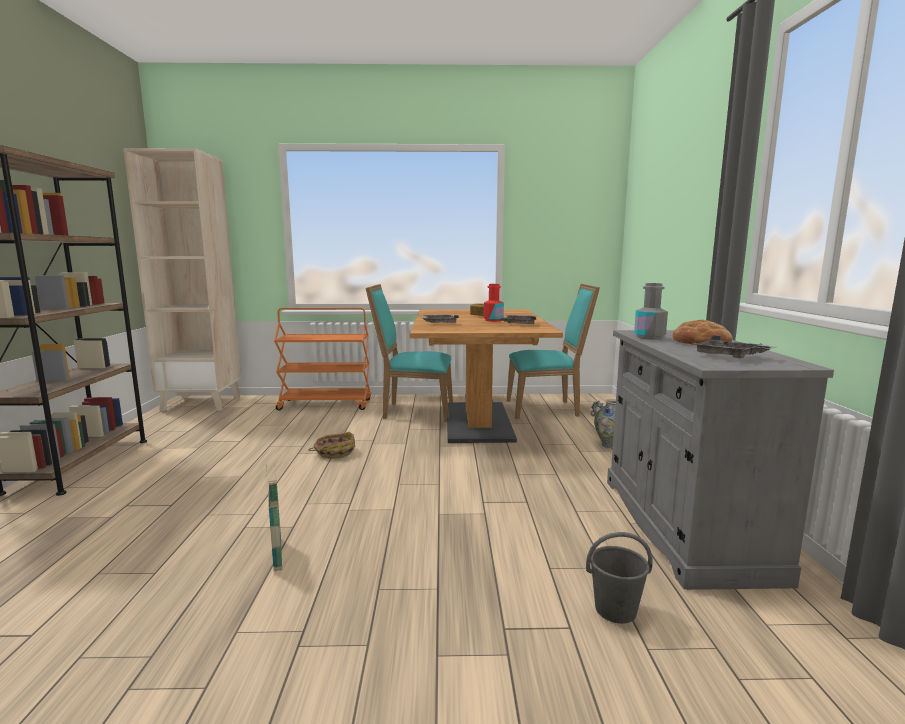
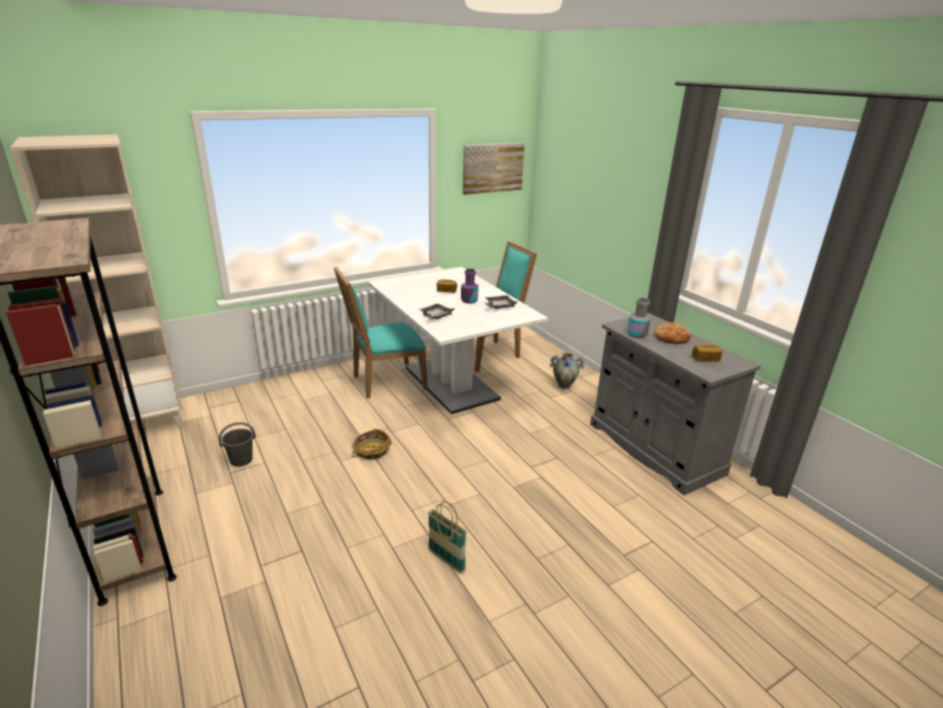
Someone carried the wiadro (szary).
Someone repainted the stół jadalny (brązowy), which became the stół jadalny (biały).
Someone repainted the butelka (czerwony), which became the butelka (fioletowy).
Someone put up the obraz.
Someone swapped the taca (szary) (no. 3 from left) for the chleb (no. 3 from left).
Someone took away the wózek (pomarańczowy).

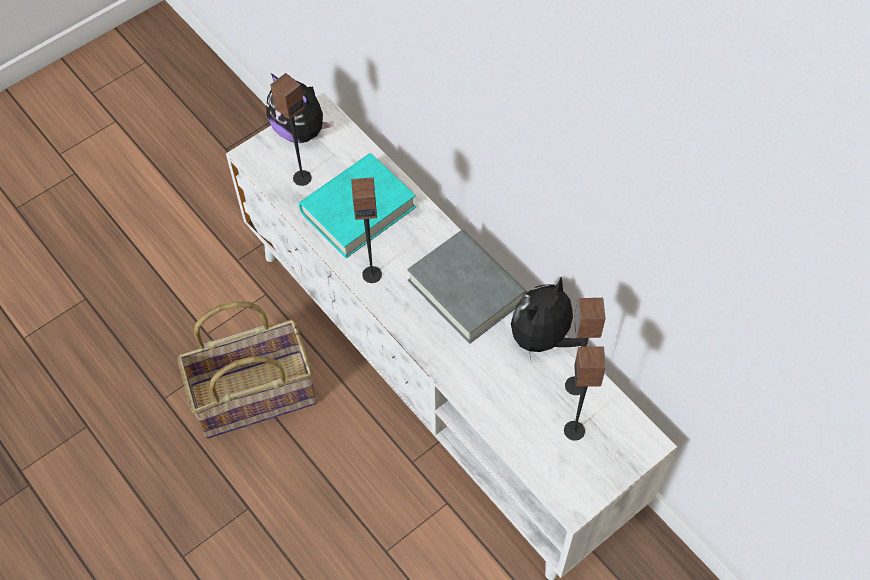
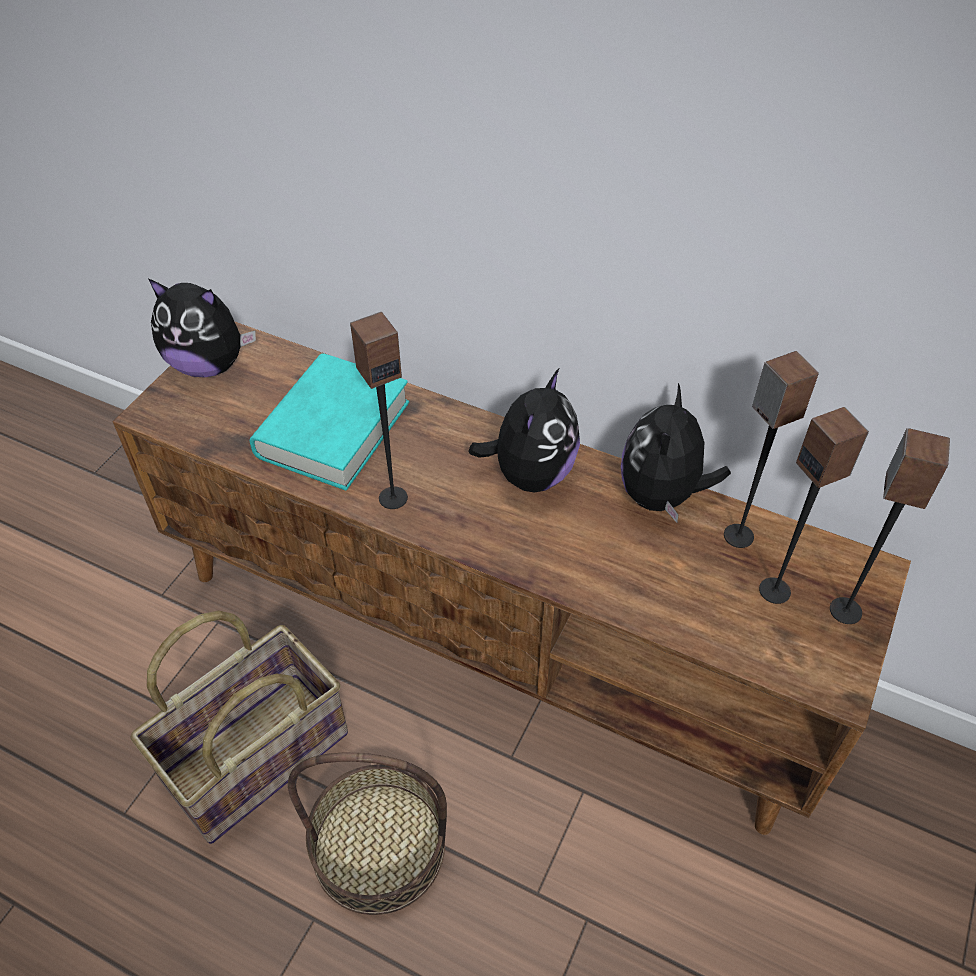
Someone repainted the szafka pod telewizor (biały), which became the szafka pod telewizor (brązowy).
Someone put down the koszyk (no. 2 from left).
Someone swapped the książka (szary) for the pluszak (no. 2 from left).
Someone carried the głośnik (no. 1 from left in the first image).

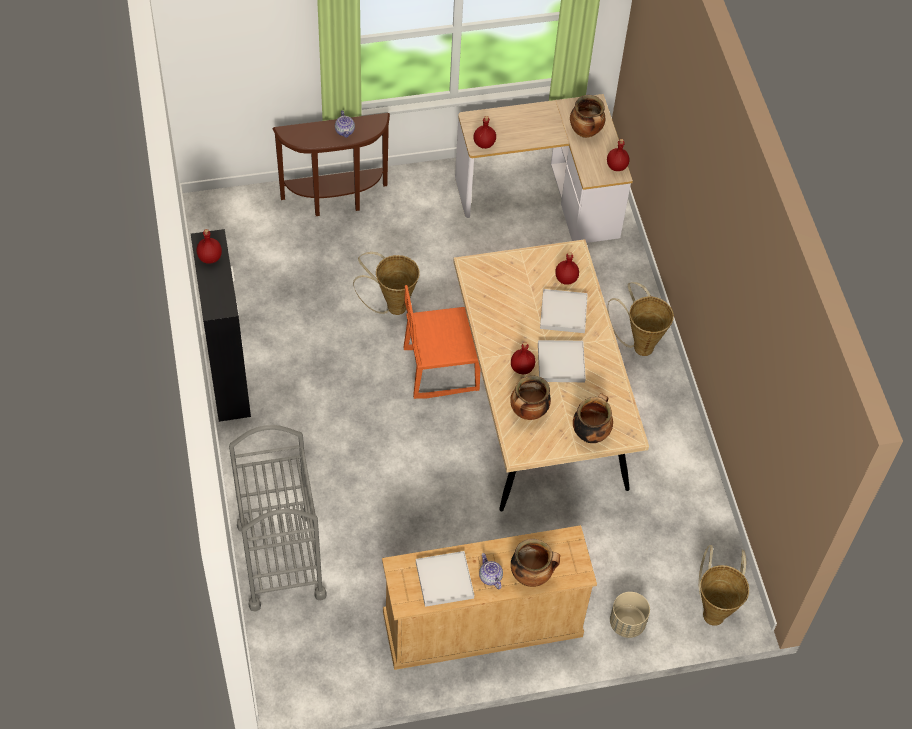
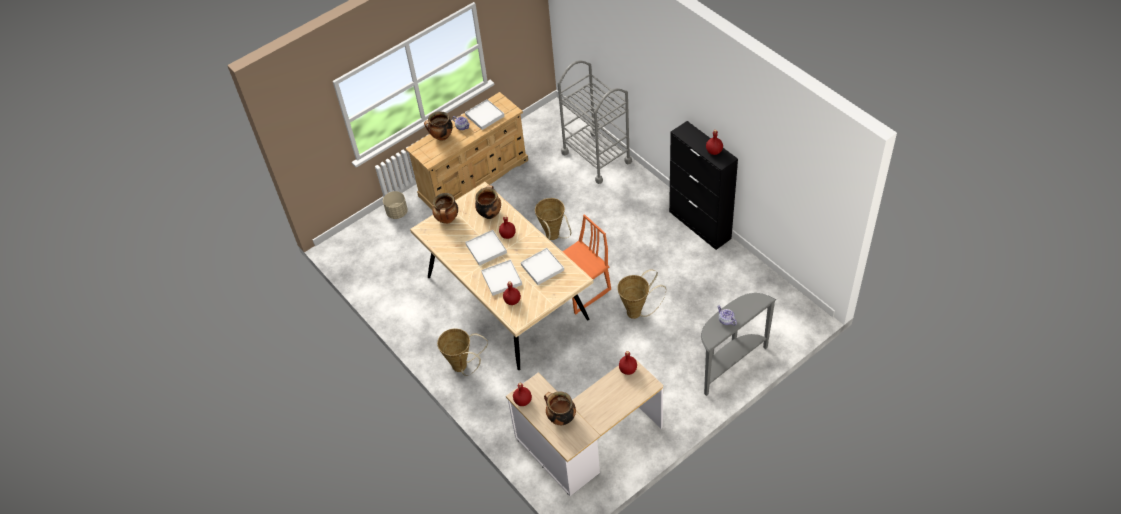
Someone put down the taca (biały) (no. 4 from left).
Someone carried the koszyk (no. 3 from left in the first image).
Someone repainted the stolik konsolowy (brązowy), which became the stolik konsolowy (szary).

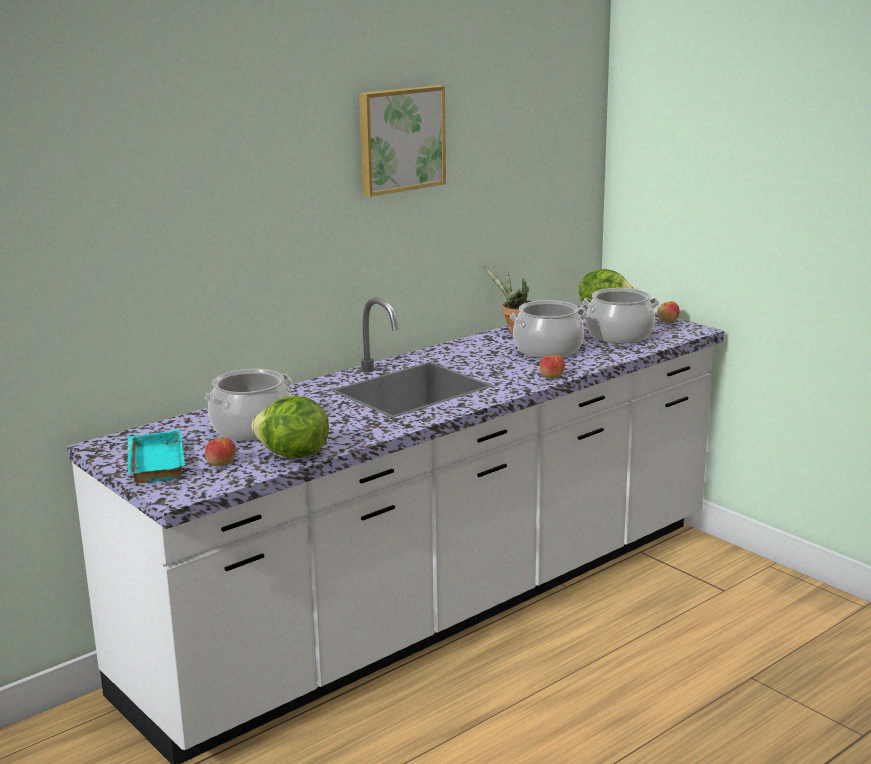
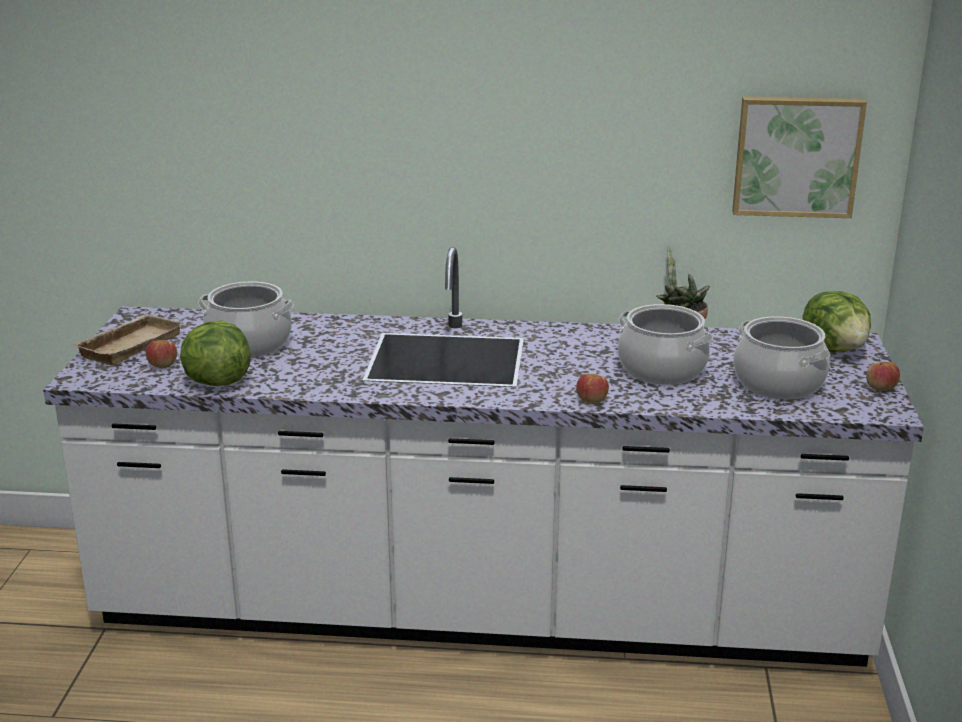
Someone repainted the taca (turkusowy), which became the taca (beżowy).
Someone carried the obraz.

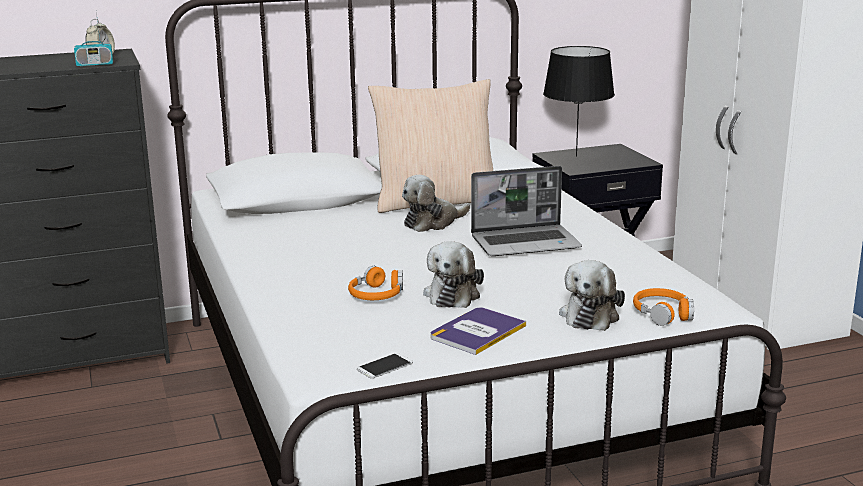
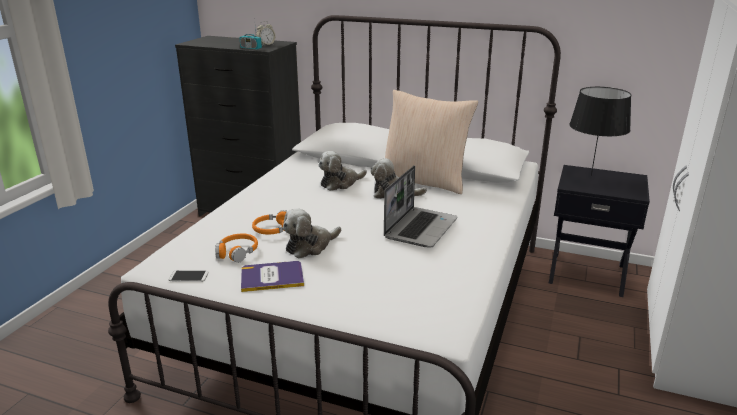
Someone carried the słuchawki (pomarańczowy) (no. 2 from left in the first image).
Someone carried the pluszak (no. 3 from left in the first image).
Someone rotated the laptop by 90 degrees counterclockwise.

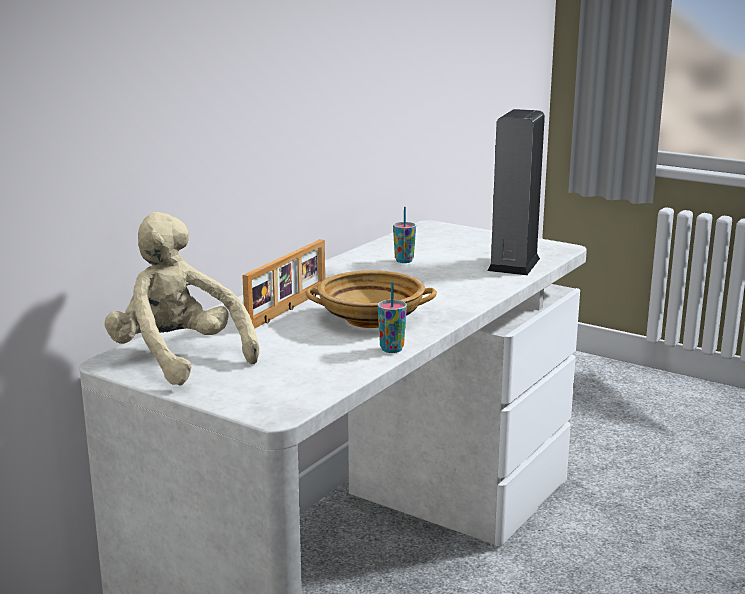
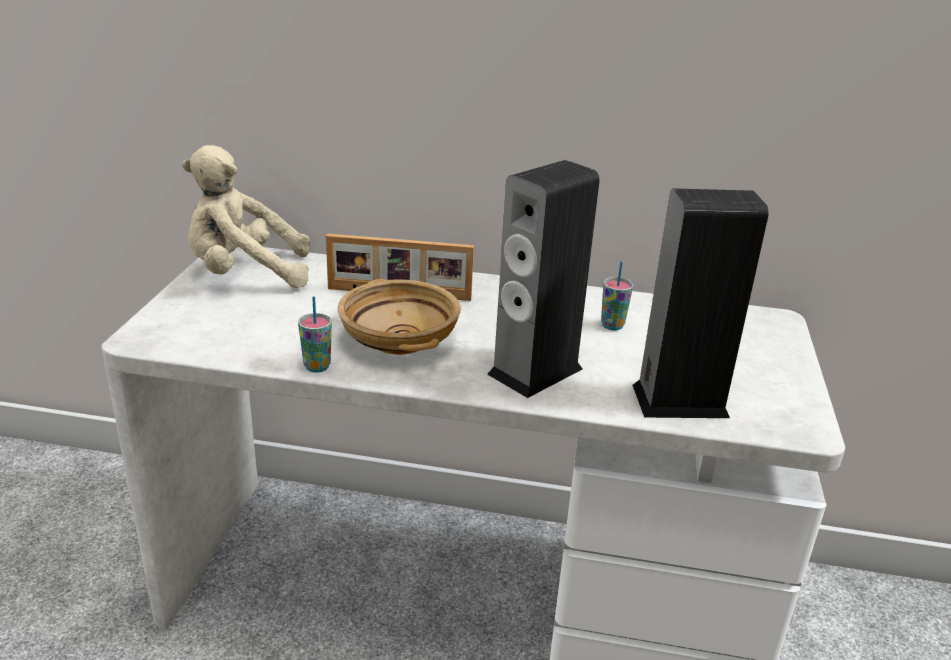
Someone rotated the pluszak (beżowy) by 120 degrees counterclockwise.
Someone put down the głośnik (no. 1 from left).

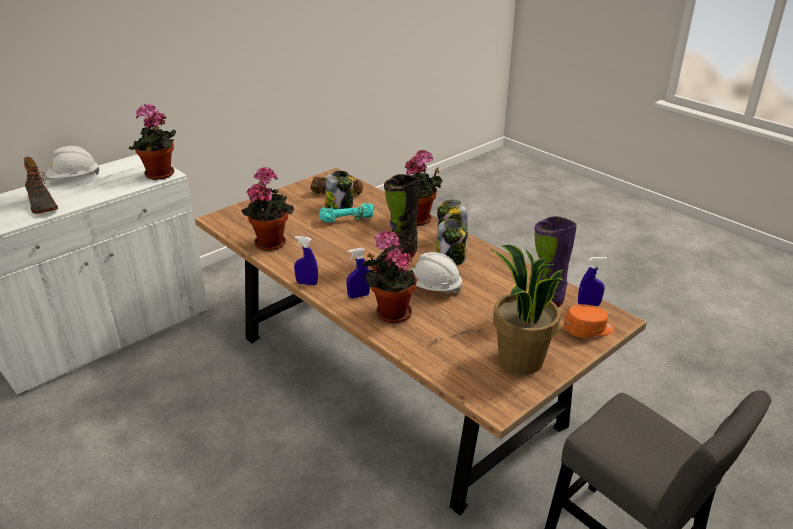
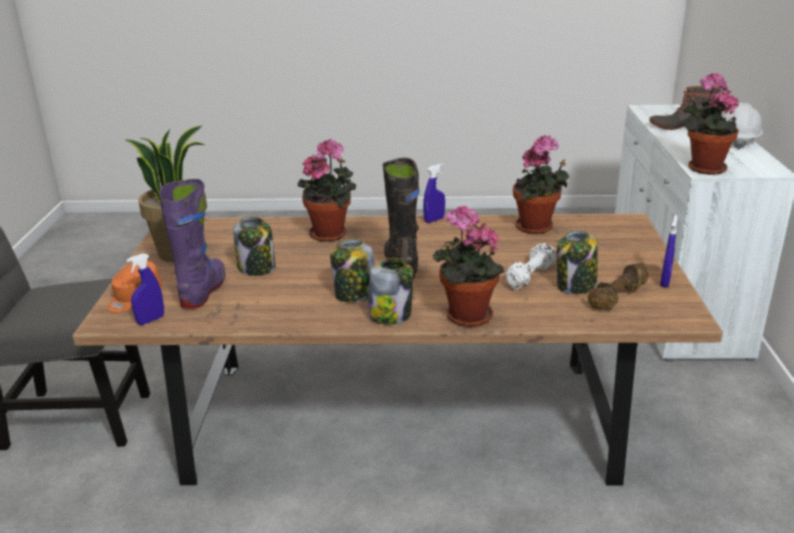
Someone put down the słoik (no. 1 from left).
Someone repainted the hantel (turkusowy), which became the hantel (biały).
Someone carried the spryskiwacz (niebieski) (no. 2 from left in the first image).
Someone took away the kask (biały) (no. 2 from left).

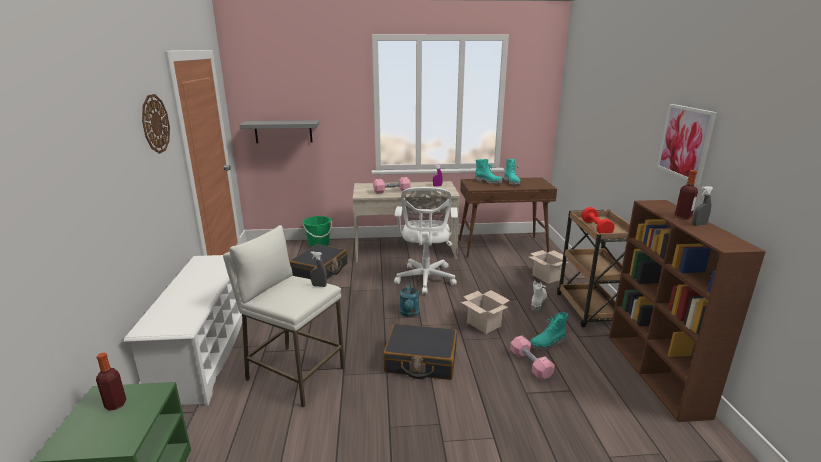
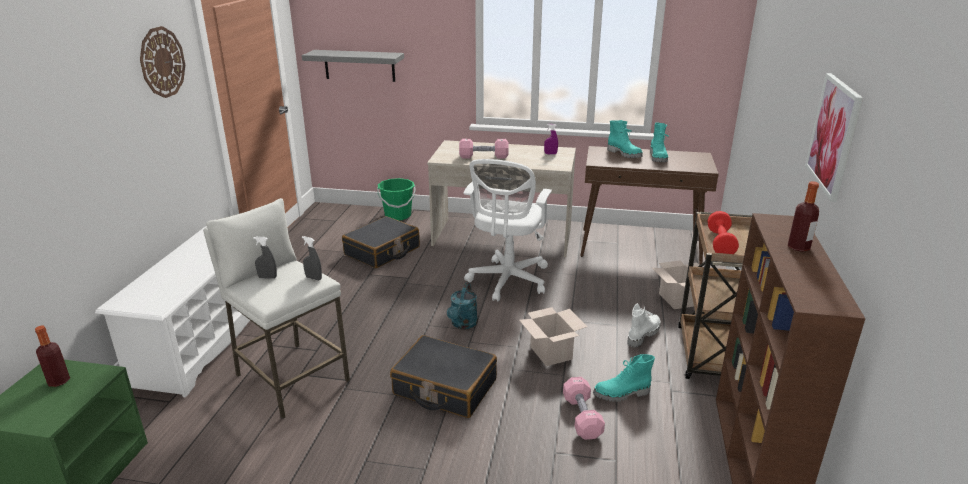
Someone carried the spryskiwacz (szary) (no. 2 from left in the first image).

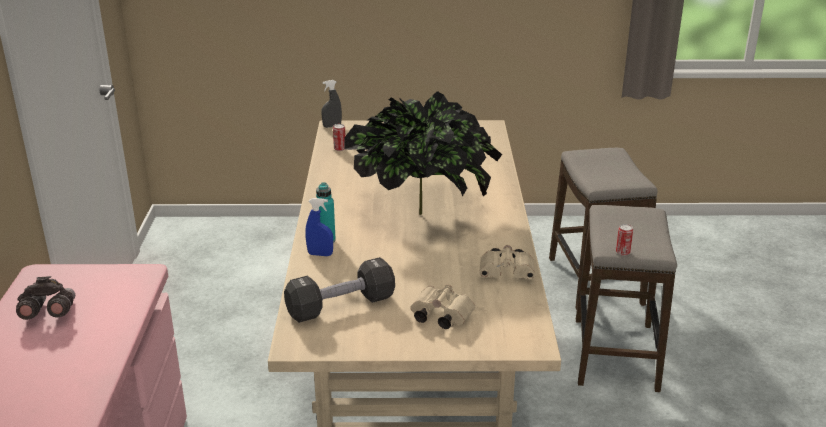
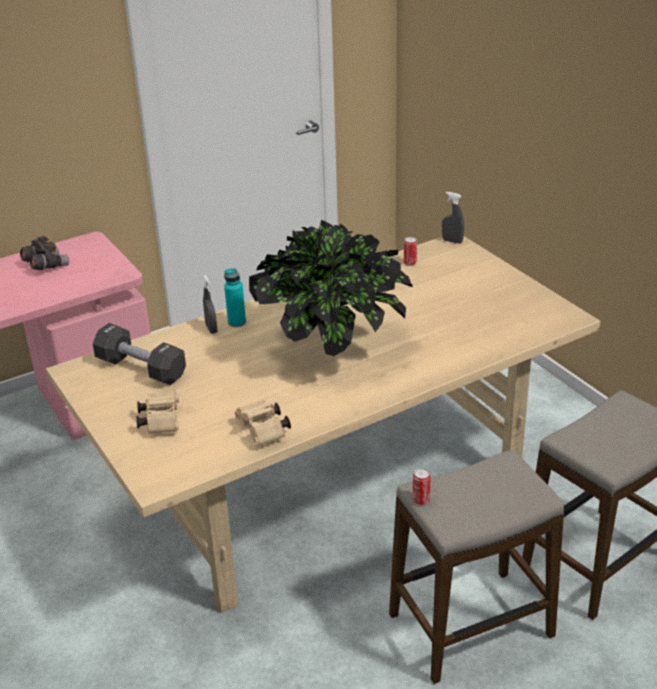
Someone repainted the spryskiwacz (niebieski), which became the spryskiwacz (szary) (no. 1 from left).

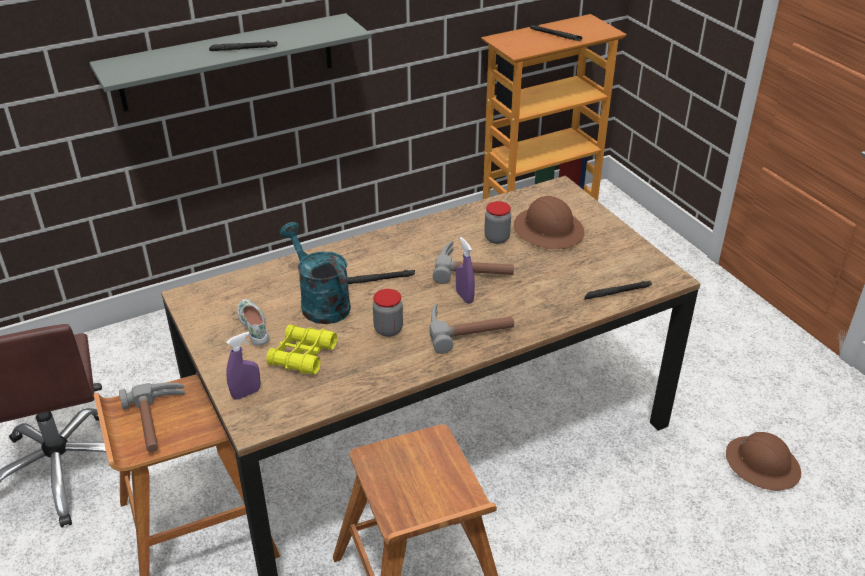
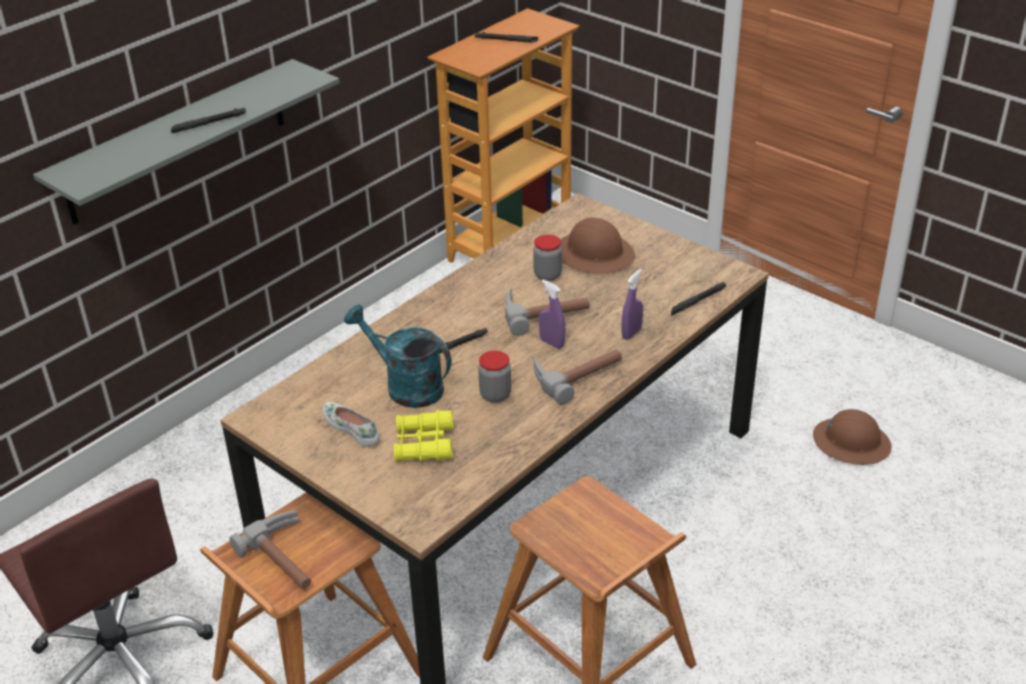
Someone carried the spryskiwacz (fioletowy) (no. 1 from left in the first image).

